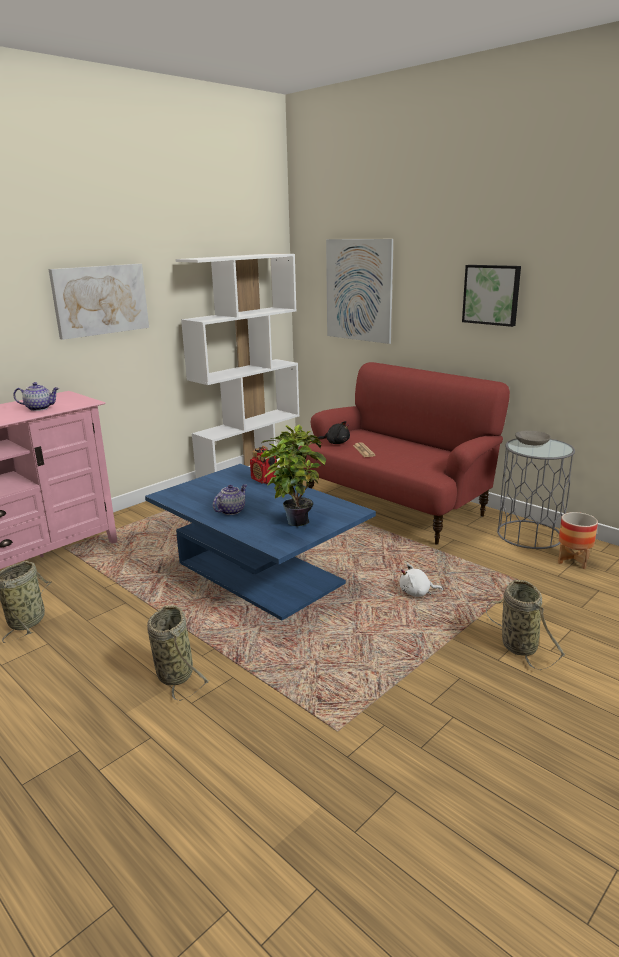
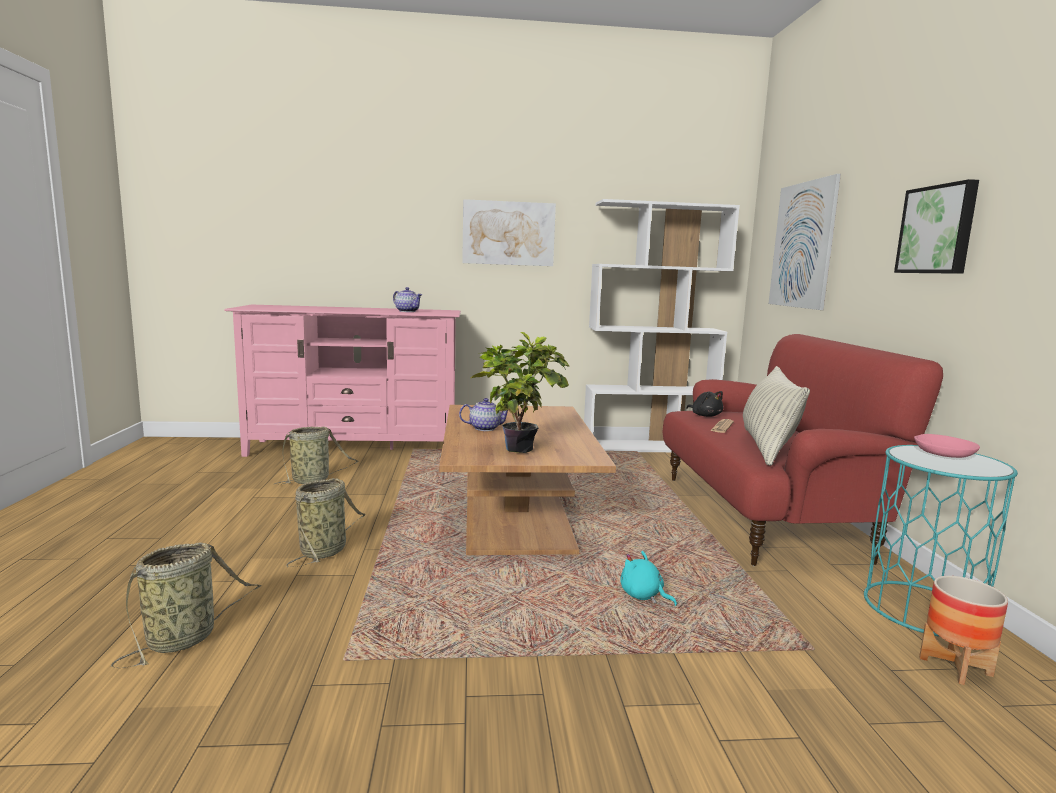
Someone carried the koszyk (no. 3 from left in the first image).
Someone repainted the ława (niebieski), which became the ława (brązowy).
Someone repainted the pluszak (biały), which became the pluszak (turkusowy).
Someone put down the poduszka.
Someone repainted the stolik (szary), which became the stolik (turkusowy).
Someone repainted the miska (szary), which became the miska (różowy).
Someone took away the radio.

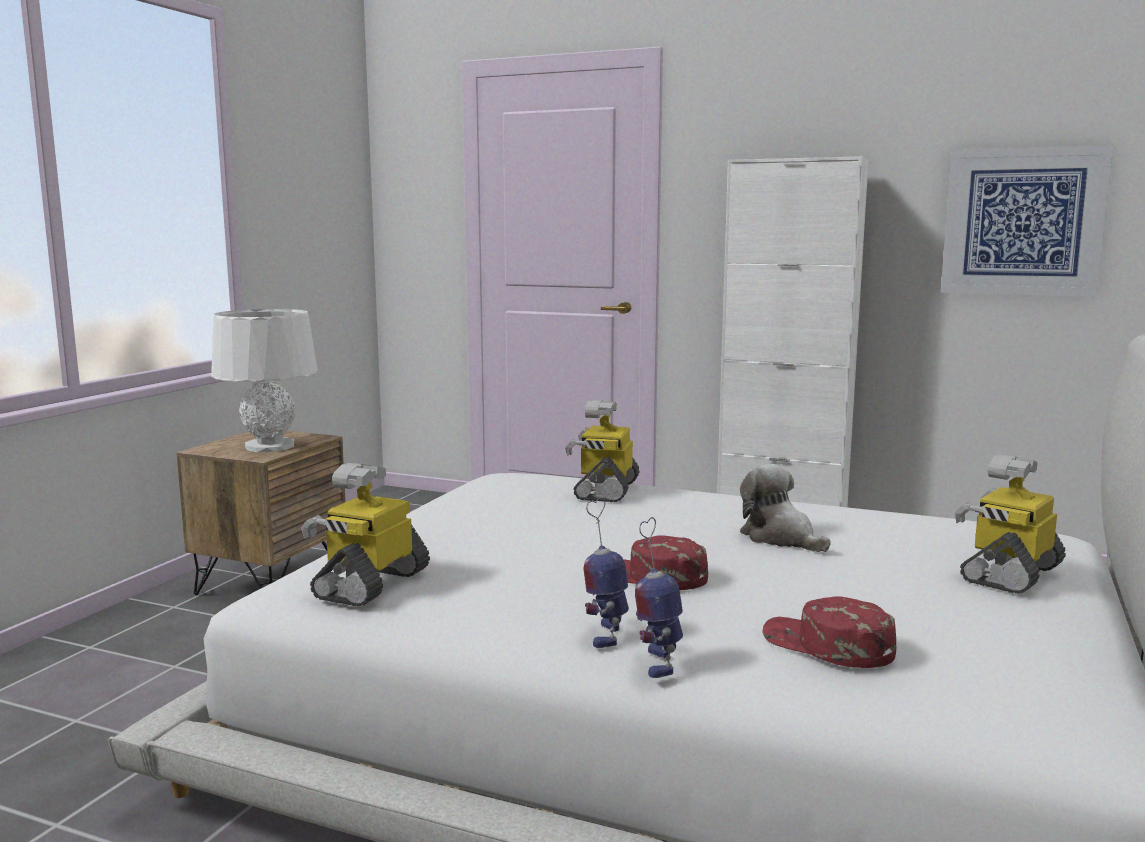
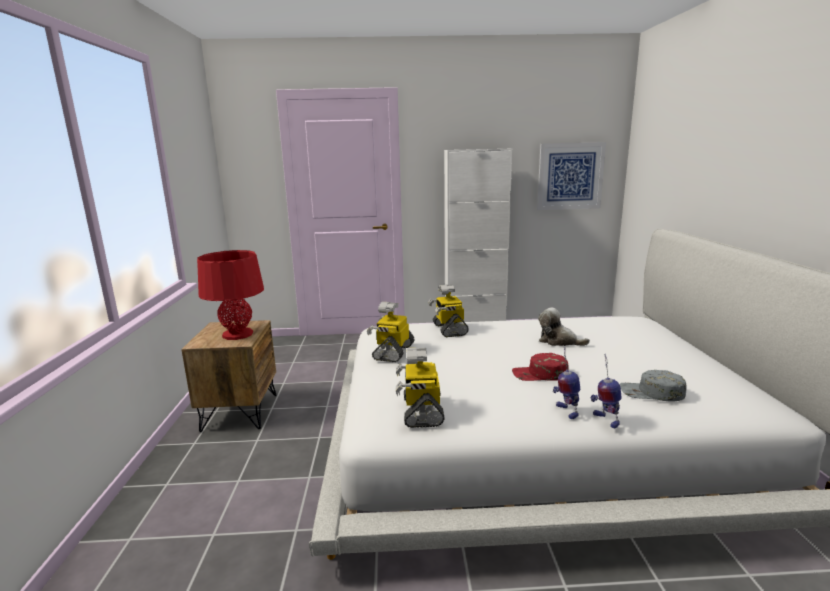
Someone repainted the lampa stołowa (biały), which became the lampa stołowa (czerwony).
Someone carried the robot zabawkowy (no. 5 from left in the first image).
Someone repainted the czapka z daszkiem (czerwony) (no. 2 from left), which became the czapka z daszkiem (szary).

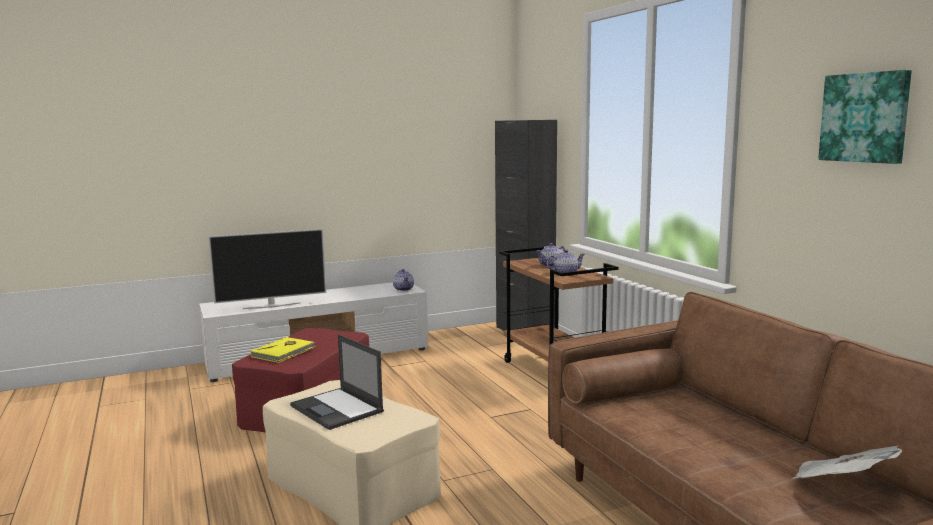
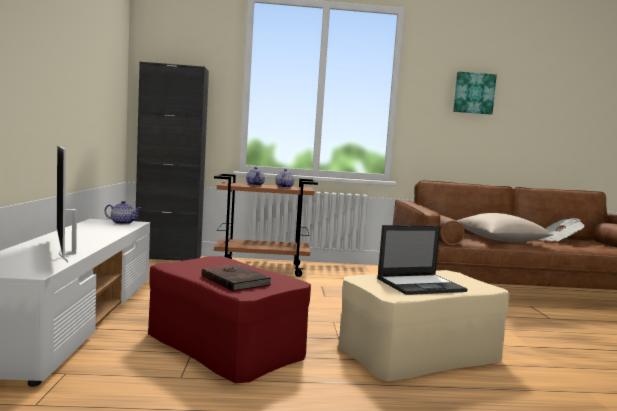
Someone rotated the telewizor by 150 degrees clockwise.
Someone repainted the książka (żółty), which became the książka (brązowy).
Someone put down the poduszka (beżowy).

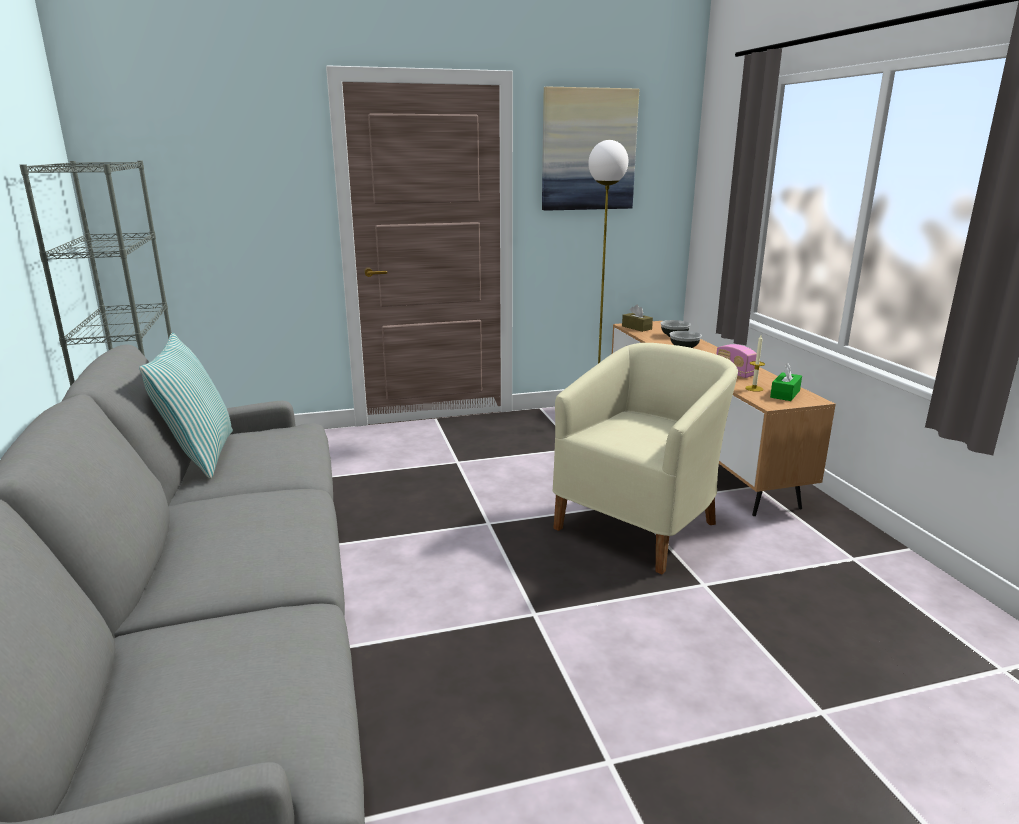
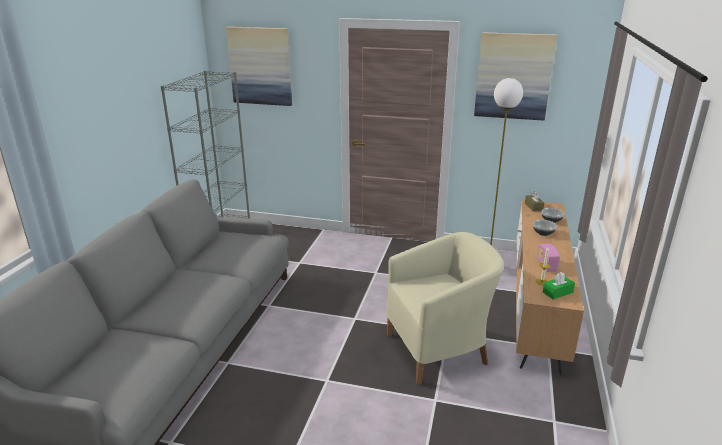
Someone put up the obraz (no. 1 from left).
Someone took away the poduszka.

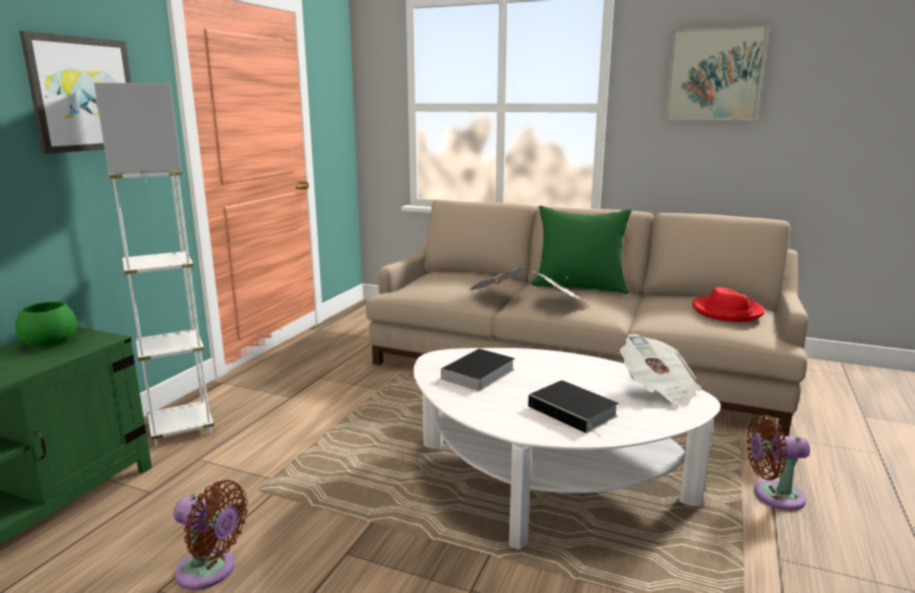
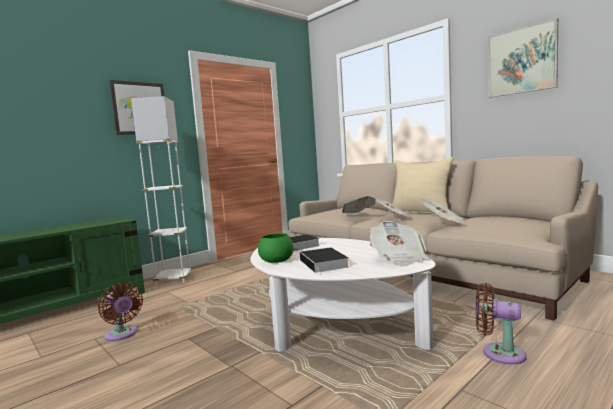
Someone carried the miska (zielony).
Someone repainted the poduszka (zielony), which became the poduszka (beżowy).
Someone put down the gazeta (no. 4 from left).
Someone took away the kapelusz (czerwony).

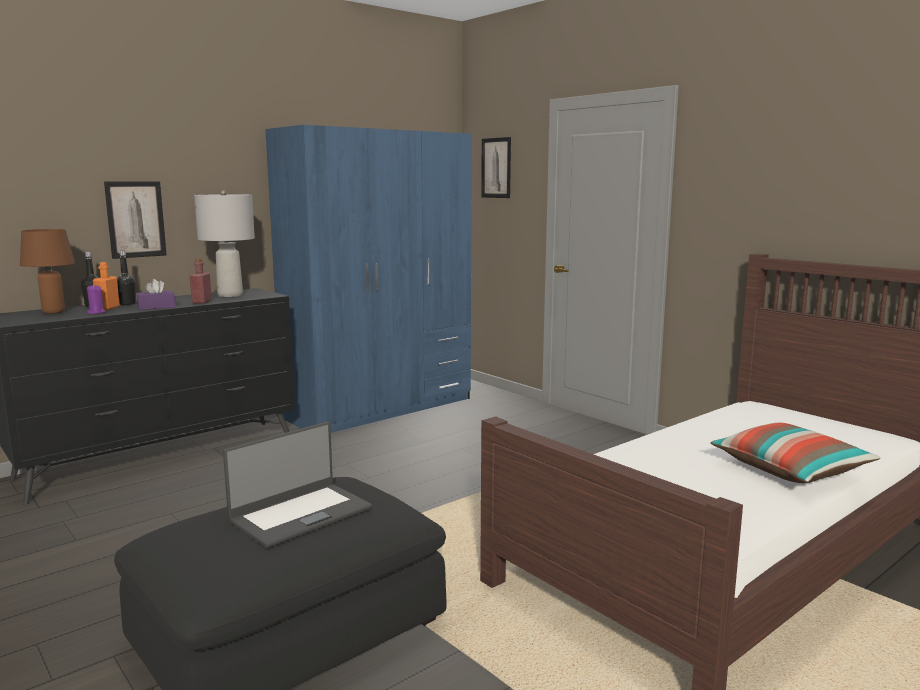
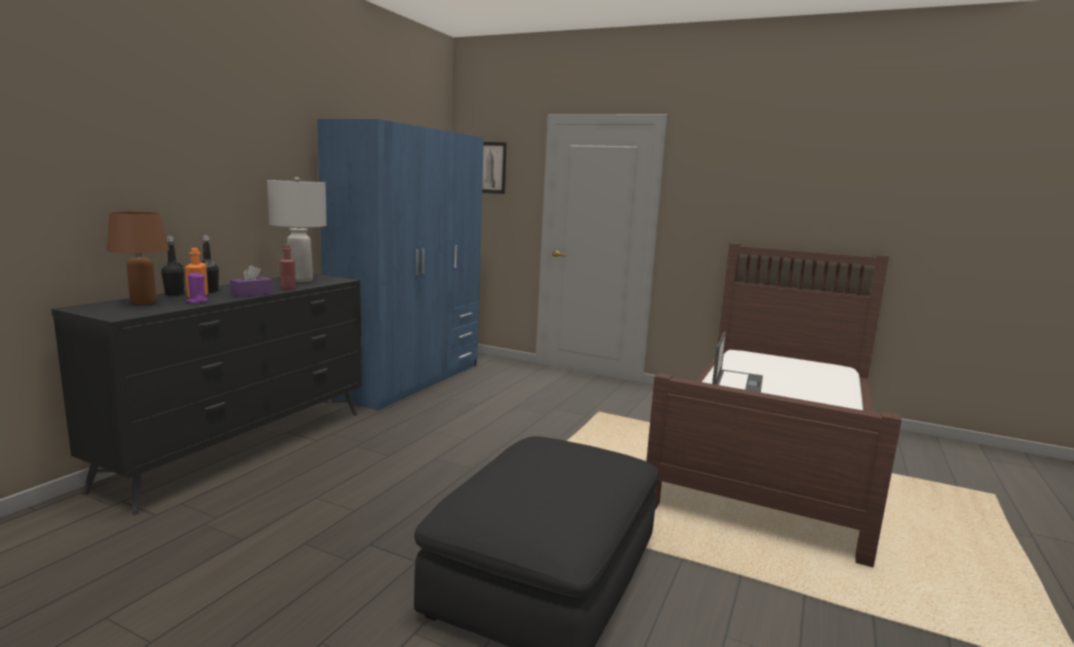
Someone carried the laptop.
Someone took away the obraz (no. 1 from left).
Someone took away the poduszka.

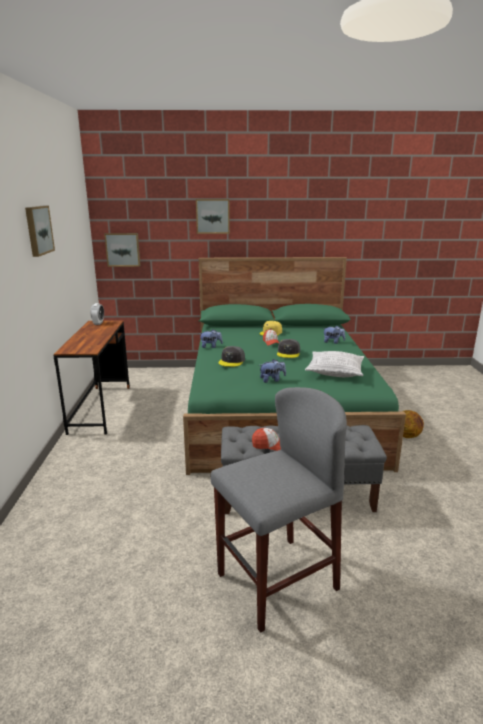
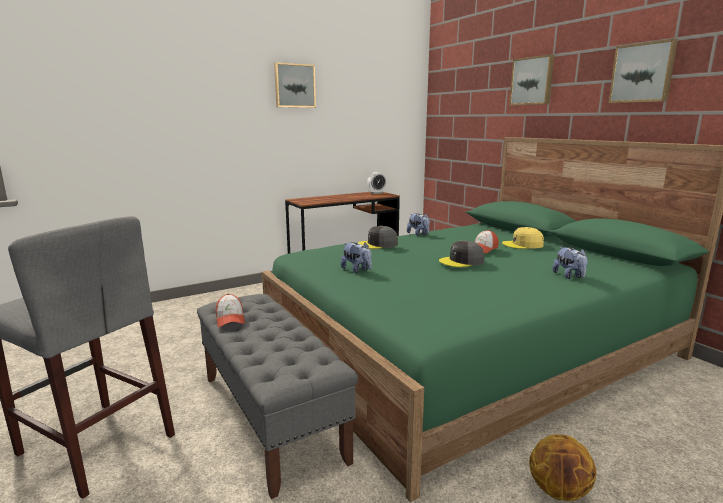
Someone carried the obraz (no. 2 from left in the first image).
Someone took away the poduszka.

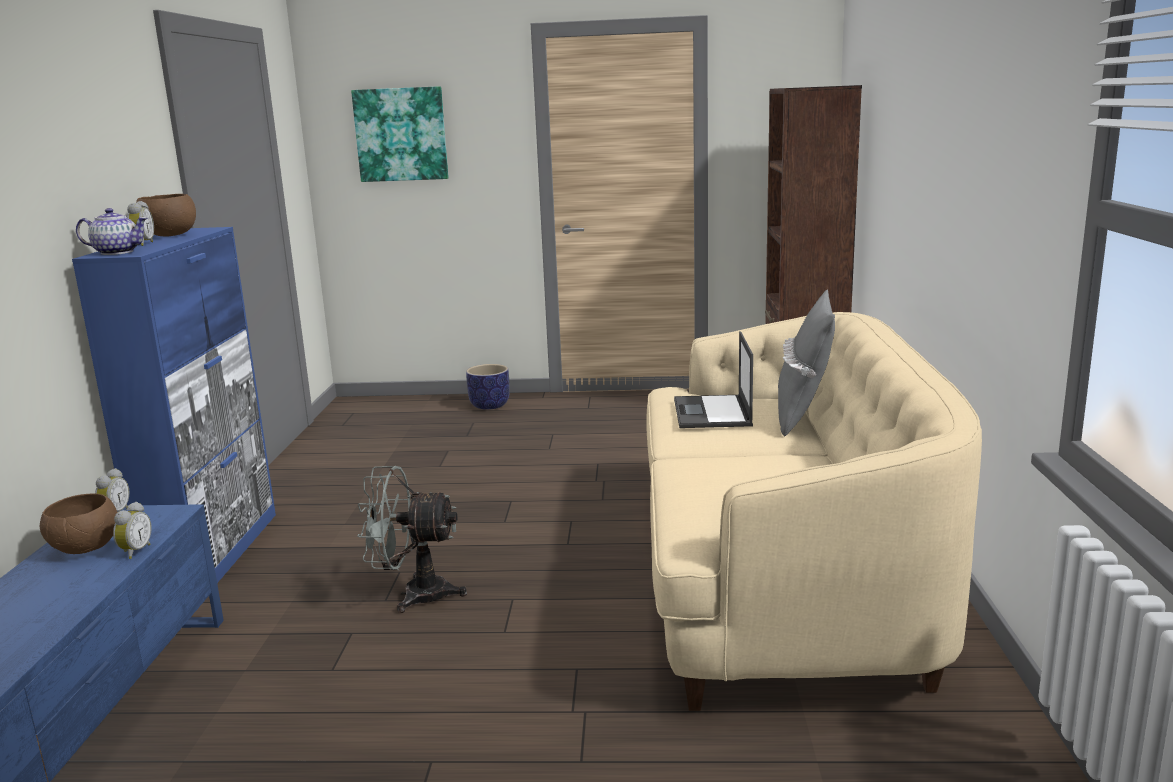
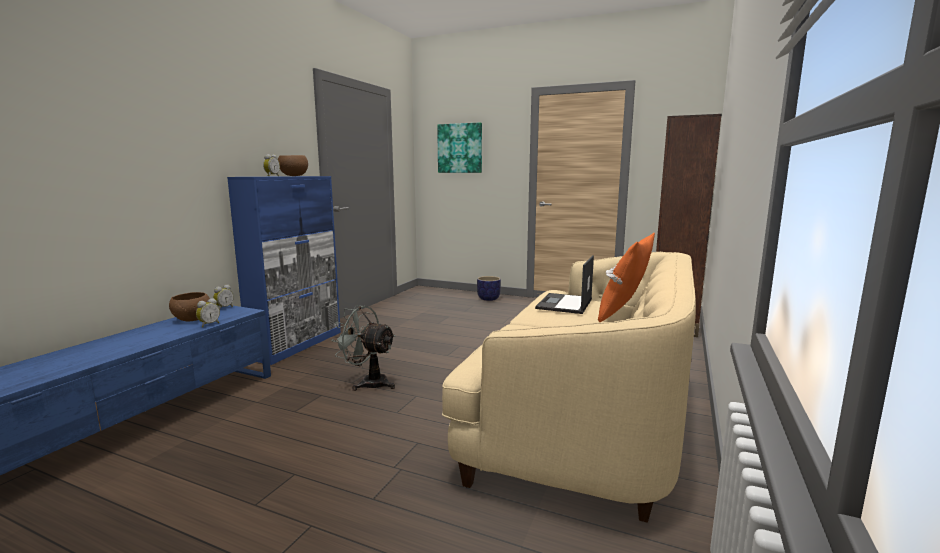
Someone repainted the poduszka (szary), which became the poduszka (pomarańczowy).
Someone took away the imbryk.

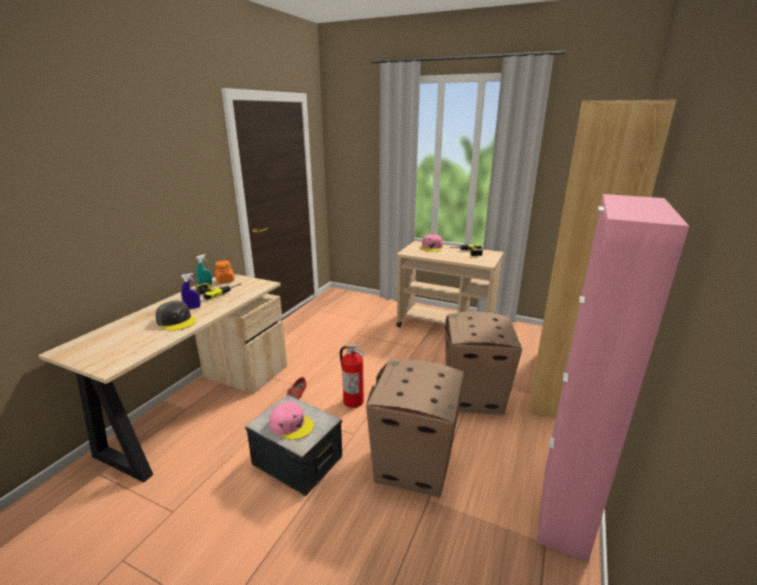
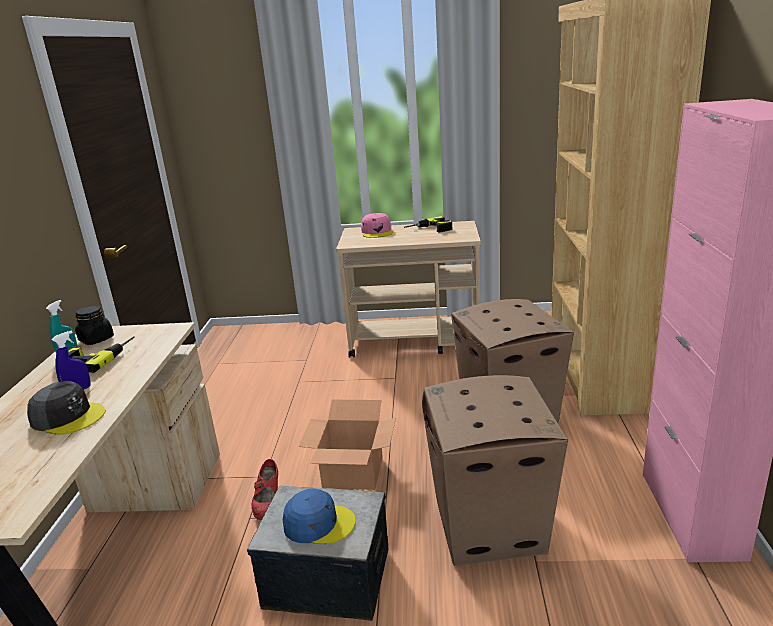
Someone repainted the słoik (pomarańczowy), which became the słoik (czarny).
Someone repainted the czapka z daszkiem (różowy) (no. 1 from left), which became the czapka z daszkiem (niebieski).
Someone swapped the gaśnica for the karton (no. 1 from left).

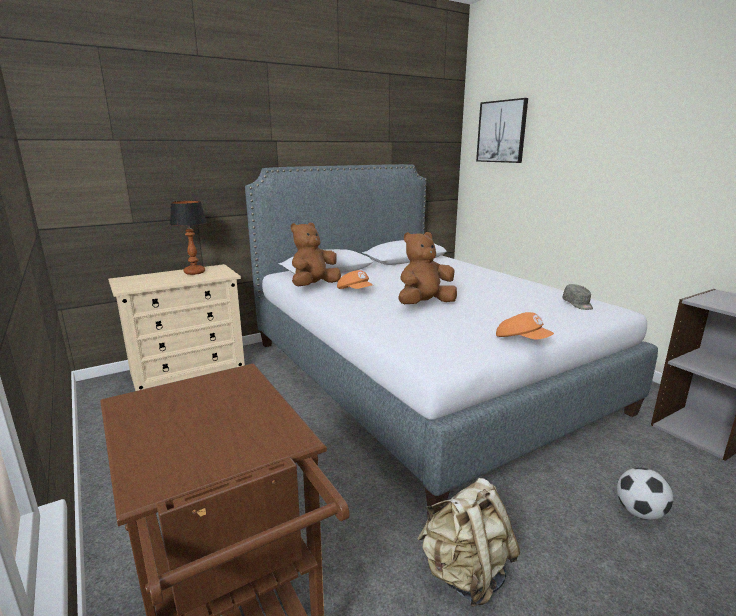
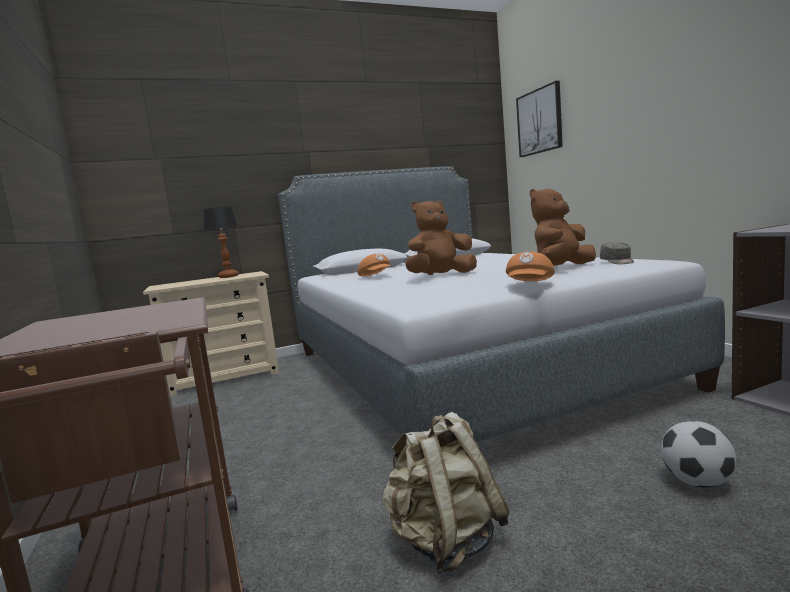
Someone rotated the czapka z daszkiem (pomarańczowy) (no. 2 from left) by 60 degrees clockwise.
Someone carried the pluszak (brązowy) (no. 1 from left in the first image).

